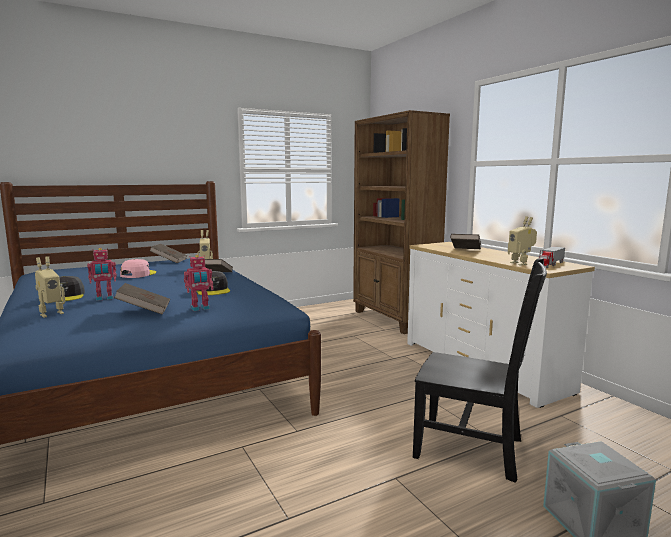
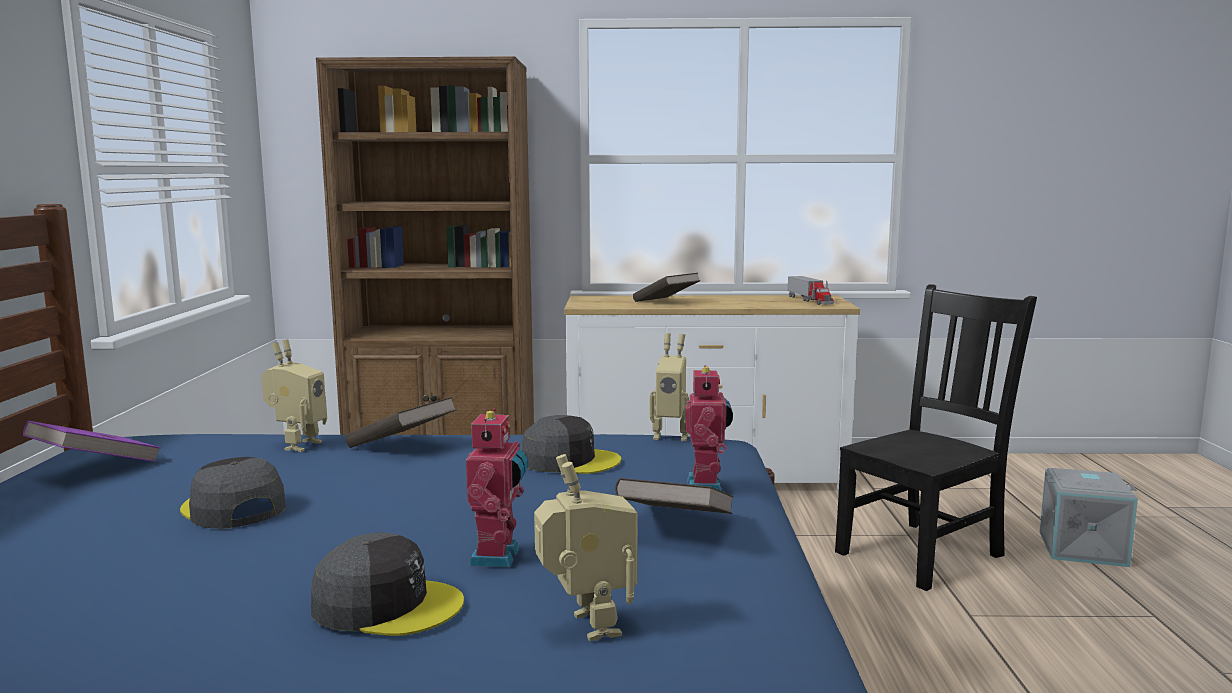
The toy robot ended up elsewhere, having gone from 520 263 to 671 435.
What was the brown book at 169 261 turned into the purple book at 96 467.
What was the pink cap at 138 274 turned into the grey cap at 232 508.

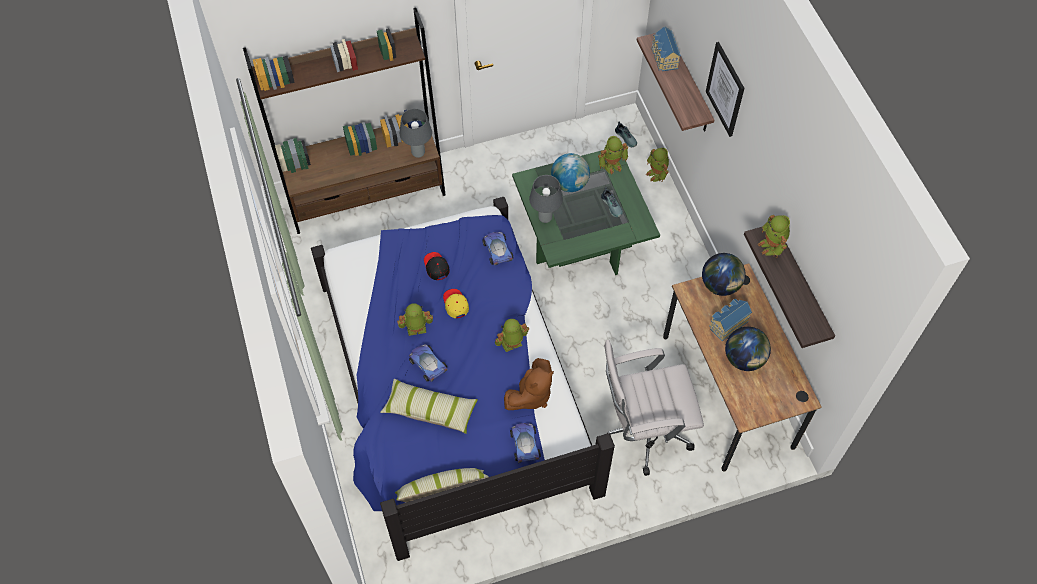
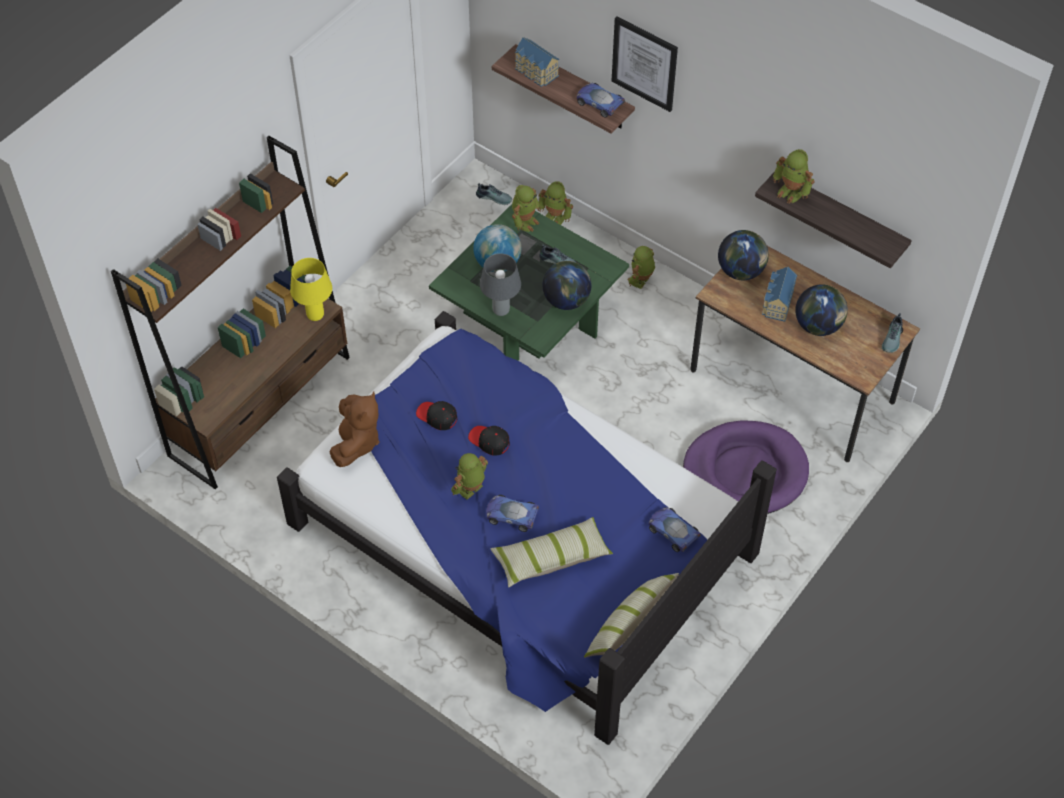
What was the grey table lamp at 418 153 turned into the yellow table lamp at 315 316.
The toy car ended up elsewhere, having gone from 497 250 to 599 102.
What was the yellow cap at 455 304 turned into the black cap at 489 441.
The toy robot ended up elsewhere, having gone from 512 345 to 641 281.
Where the white office chair stood at 642 432, the purple dog bed came to stand at 745 472.
The brown plush toy ended up elsewhere, having gone from 531 395 to 356 443.
The second view gained the globe at 566 300.
The second view gained the shoe at 893 338.

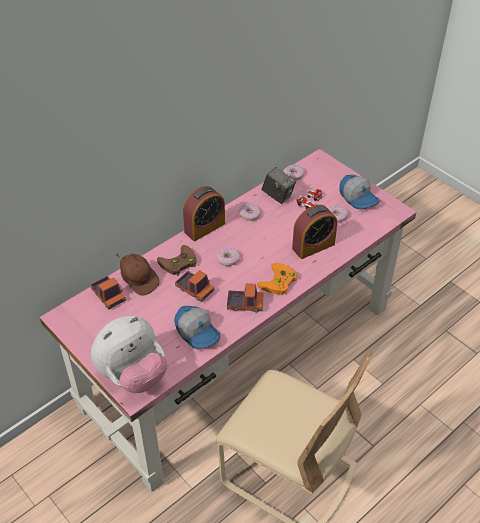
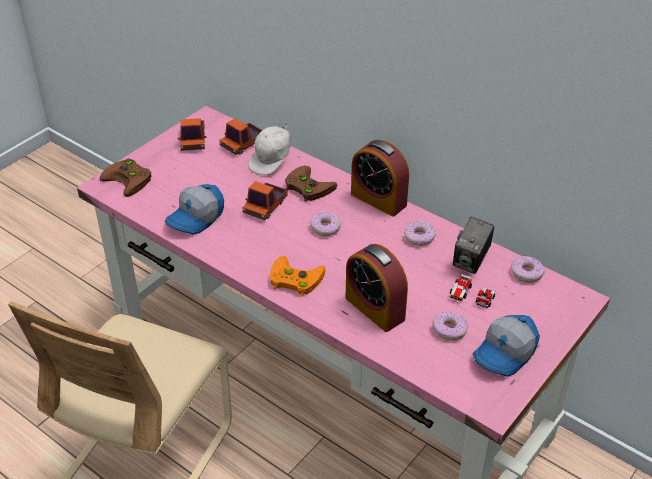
What was the brown cap at 139 280 turned into the white cap at 272 161.
The toy truck ended up elsewhere, having gone from 245 304 to 193 140.
Where the plush toy stood at 133 375, the brown game controller came to stand at 130 180.

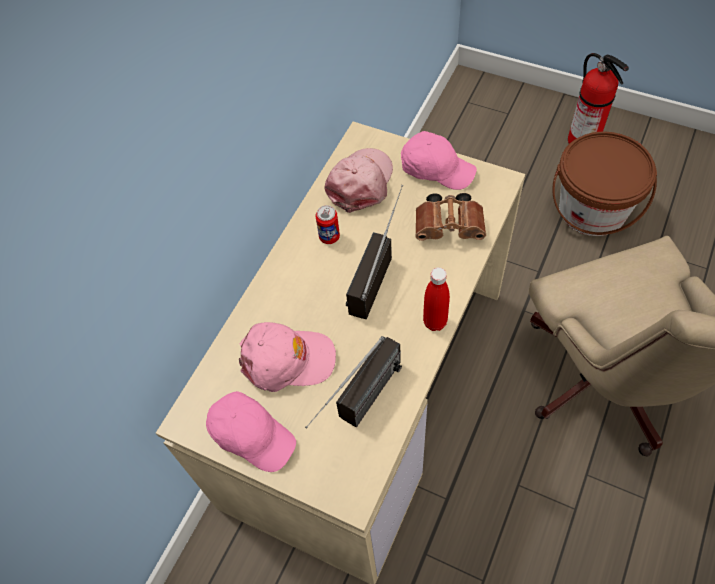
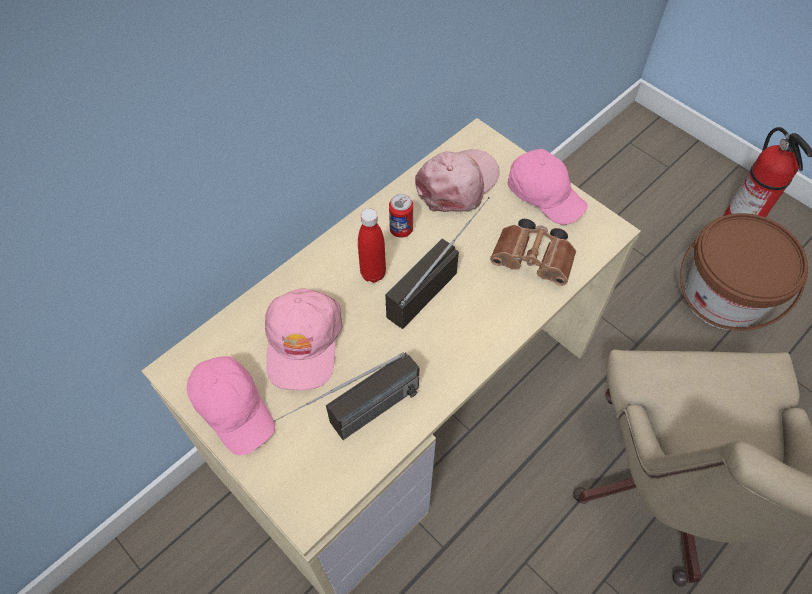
The red bottle ended up elsewhere, having gone from 435 322 to 373 273.
The pink cap at 287 359 ended up facing another way, 75 degrees clockwise from before.

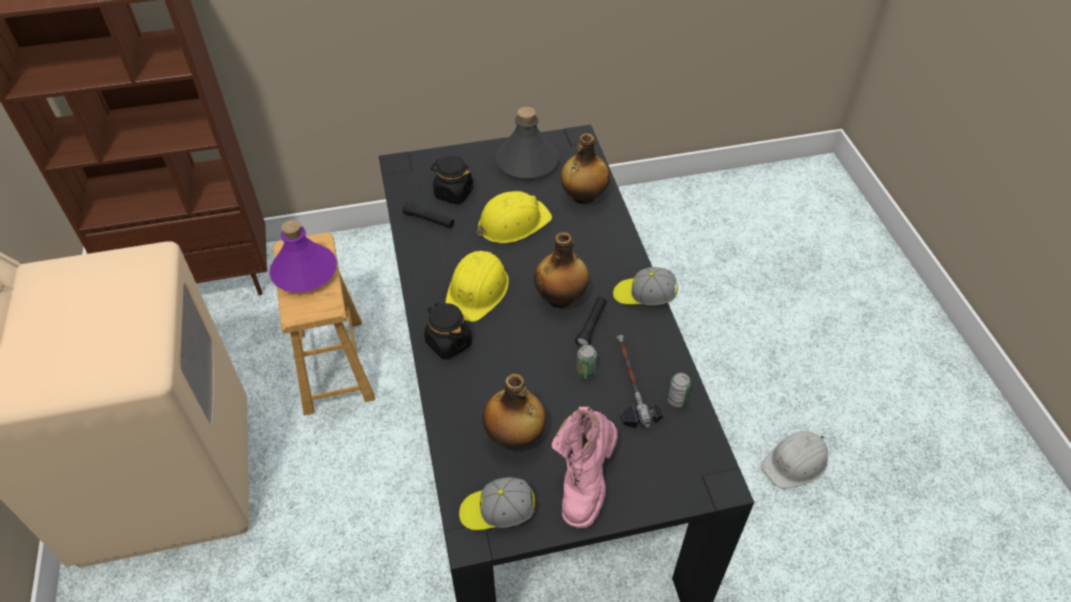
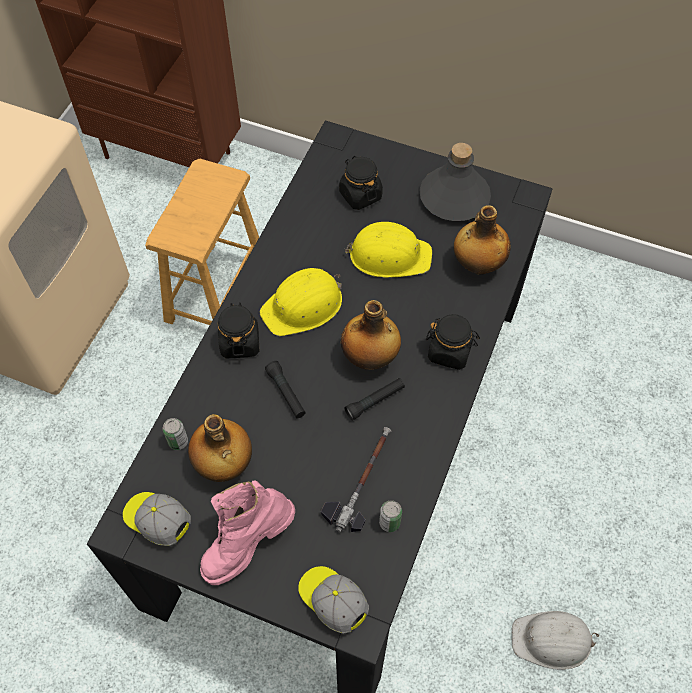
The black flashlight ended up elsewhere, having gone from 429 220 to 286 393.
The second view lost the purple bottle at 304 272.
The cap ended up elsewhere, having gone from 644 296 to 332 600.
The can ended up elsewhere, having gone from 585 372 to 178 441.
The second view gained the black jar at 450 351.

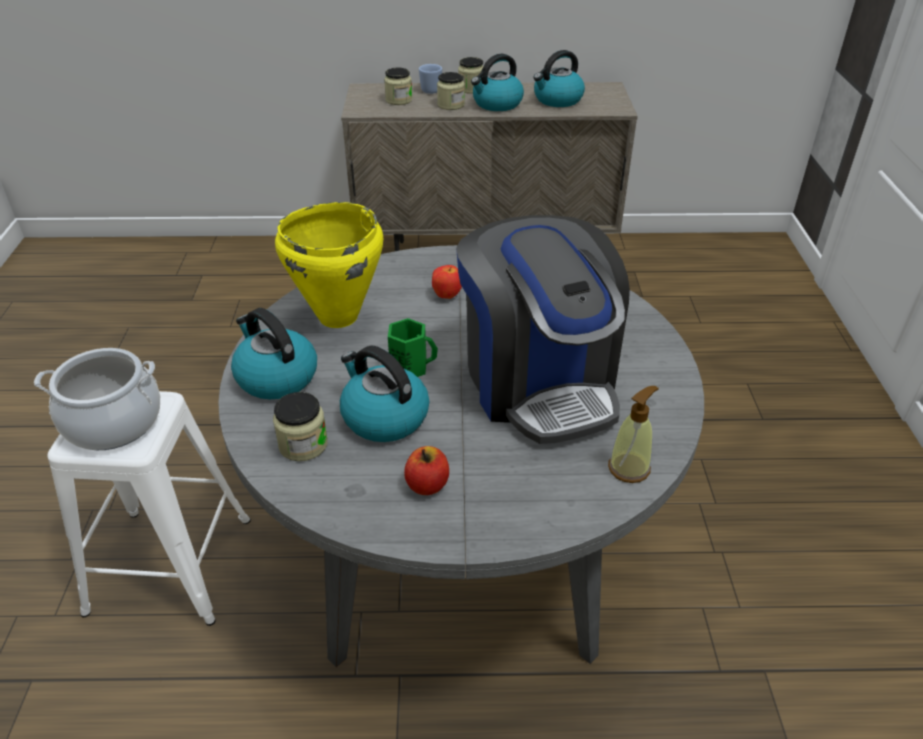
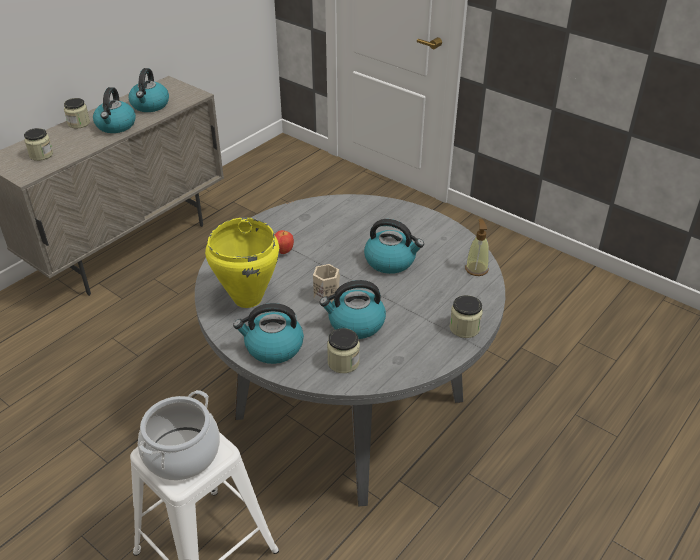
The second view lost the blue mug at 429 89.
The jar ended up elsewhere, having gone from 451 105 to 464 328.
Where the coffee machine stood at 539 382, the kettle came to stand at 391 261.
What was the green mug at 410 366 turned into the beige mug at 326 295.
The second view lost the apple at 427 485.

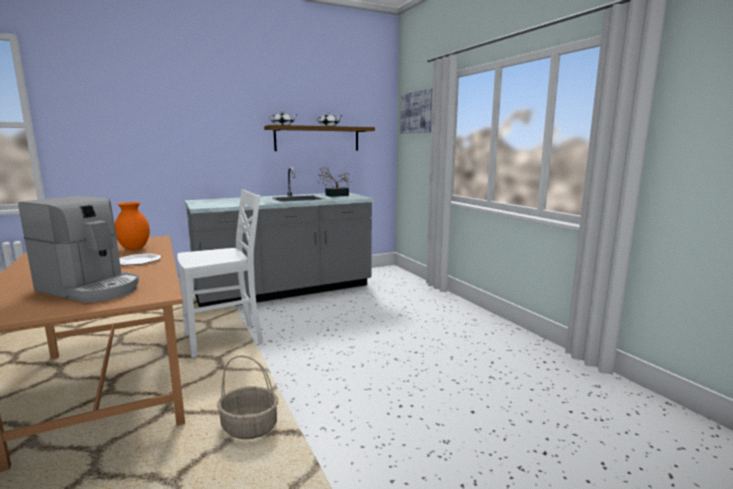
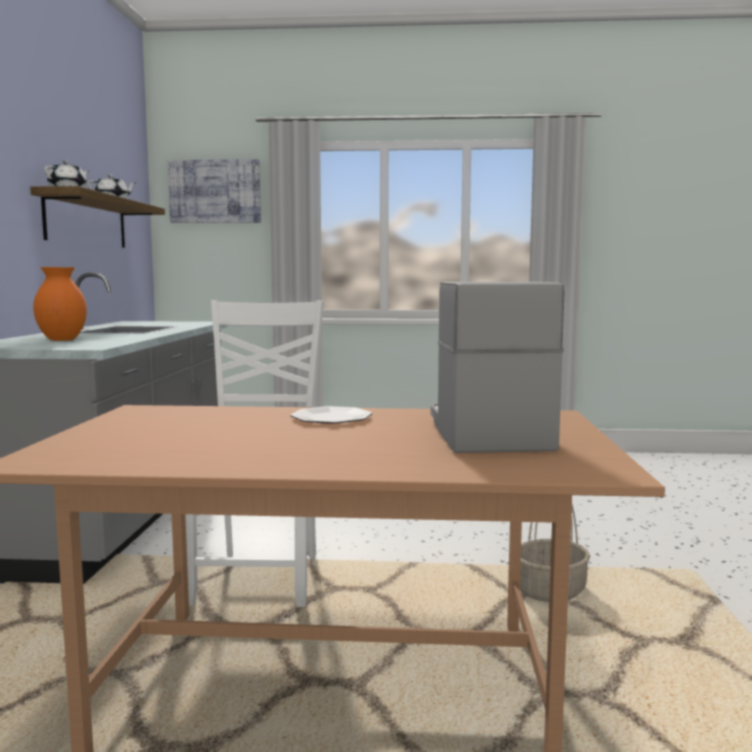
The second view lost the potted plant at 334 195.
The coffee machine at 91 288 ended up facing another way, 60 degrees counterclockwise from before.
The orange vase ended up elsewhere, having gone from 134 248 to 61 340.

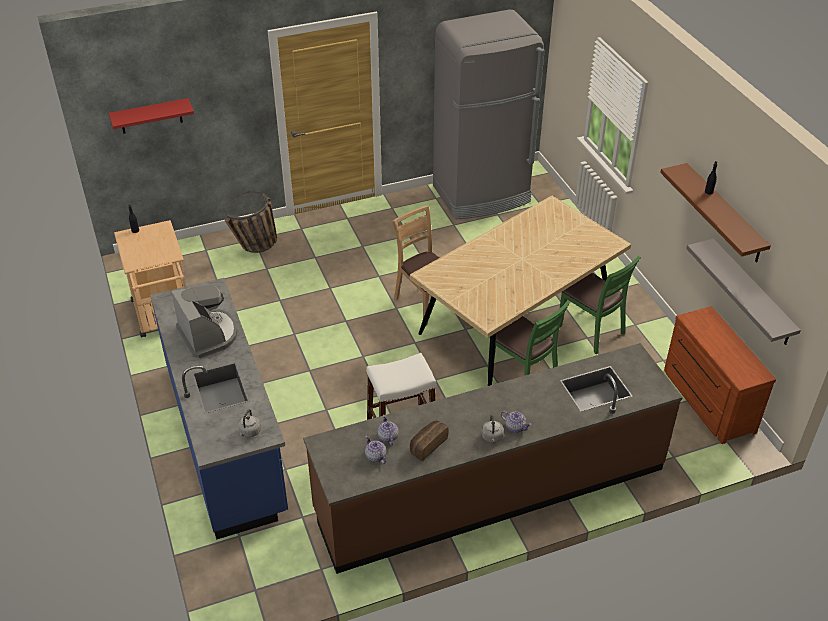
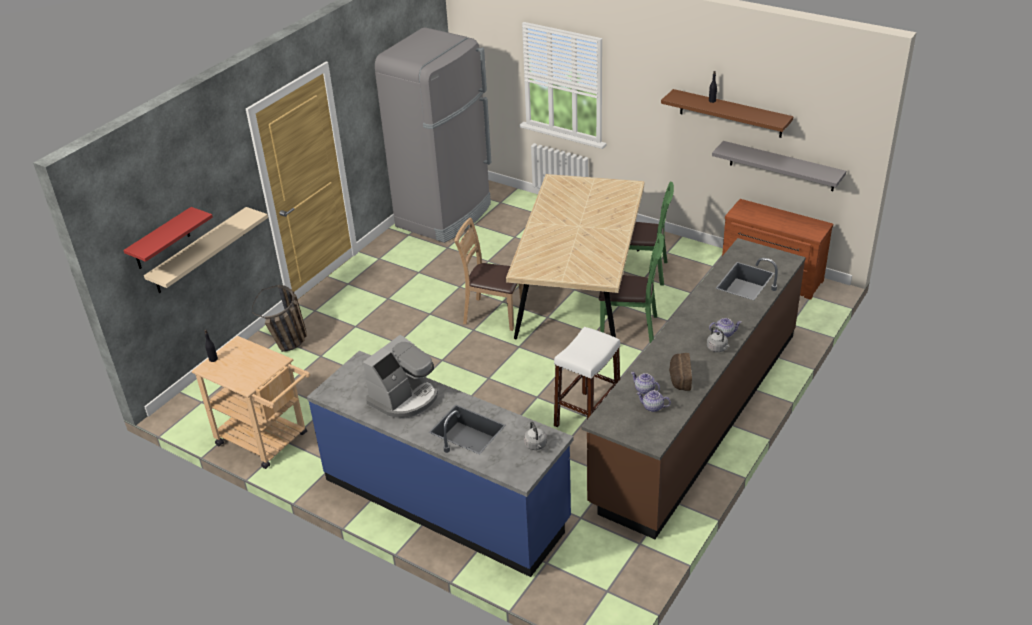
The coffee machine at 208 335 ended up facing another way, 105 degrees clockwise from before.
The second view gained the beige shelf at 200 251.

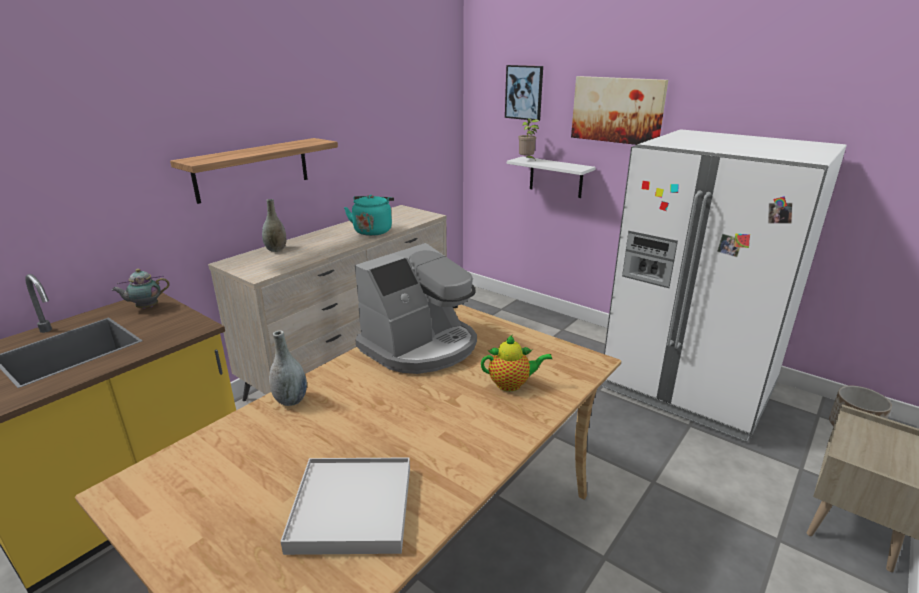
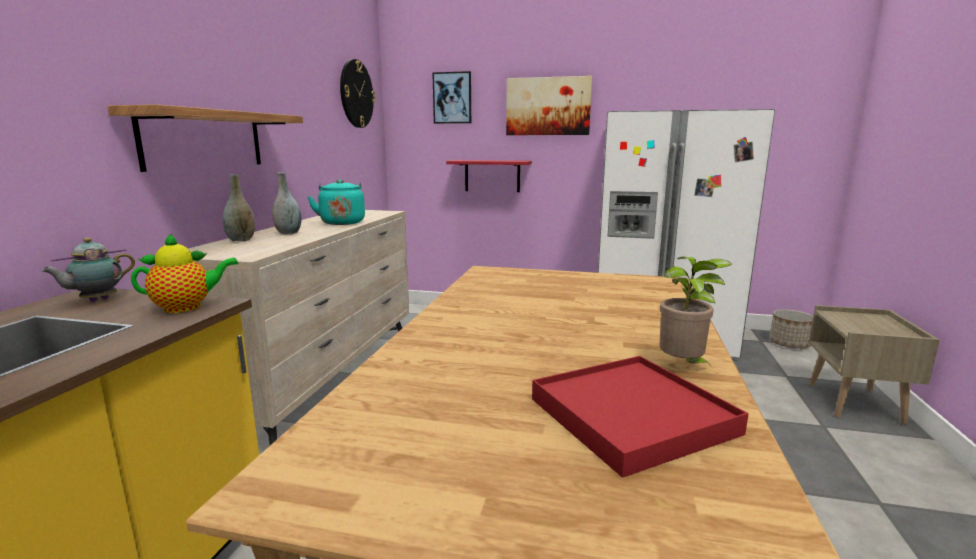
The potted plant ended up elsewhere, having gone from 527 160 to 683 367.
What was the white shelf at 556 177 turned into the red shelf at 492 176.
The second view lost the coffee machine at 420 346.
The grey vase ended up elsewhere, having gone from 291 400 to 288 233.
The teapot ended up elsewhere, having gone from 512 384 to 187 307.
What was the white tray at 351 508 turned into the red tray at 631 416.
The second view gained the wall clock at 356 94.

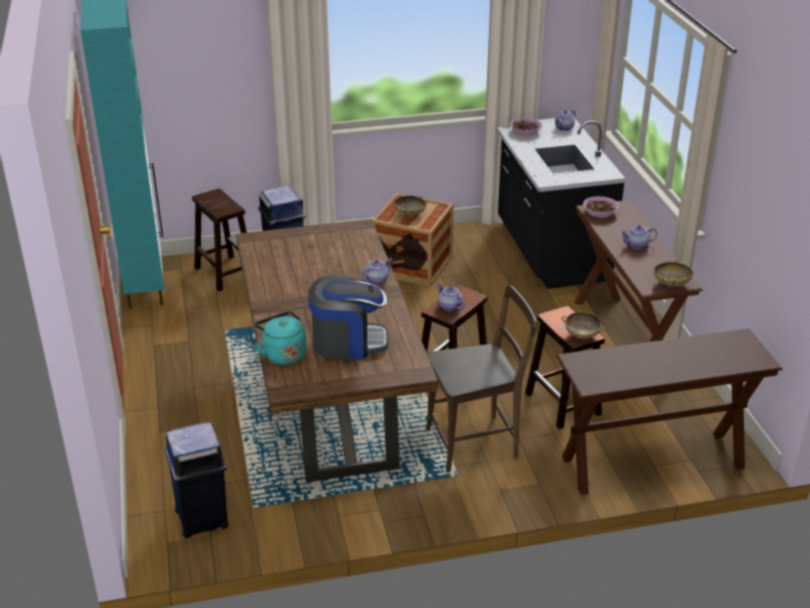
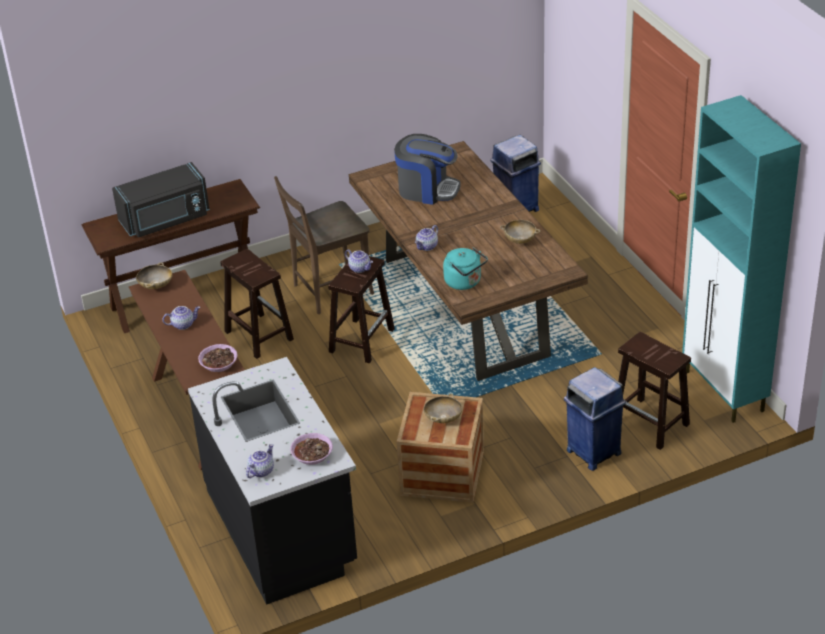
The coffee machine at 348 342 ended up facing another way, 150 degrees counterclockwise from before.
The turquoise kettle ended up elsewhere, having gone from 282 354 to 465 282.
The beige bowl ended up elsewhere, having gone from 582 335 to 520 240.
The second view gained the black microwave at 166 220.

